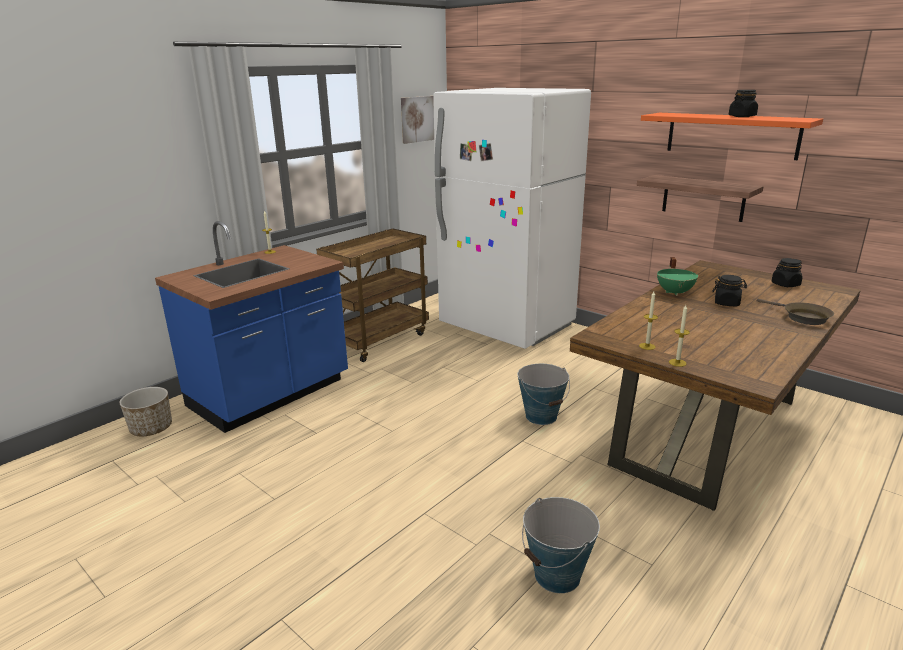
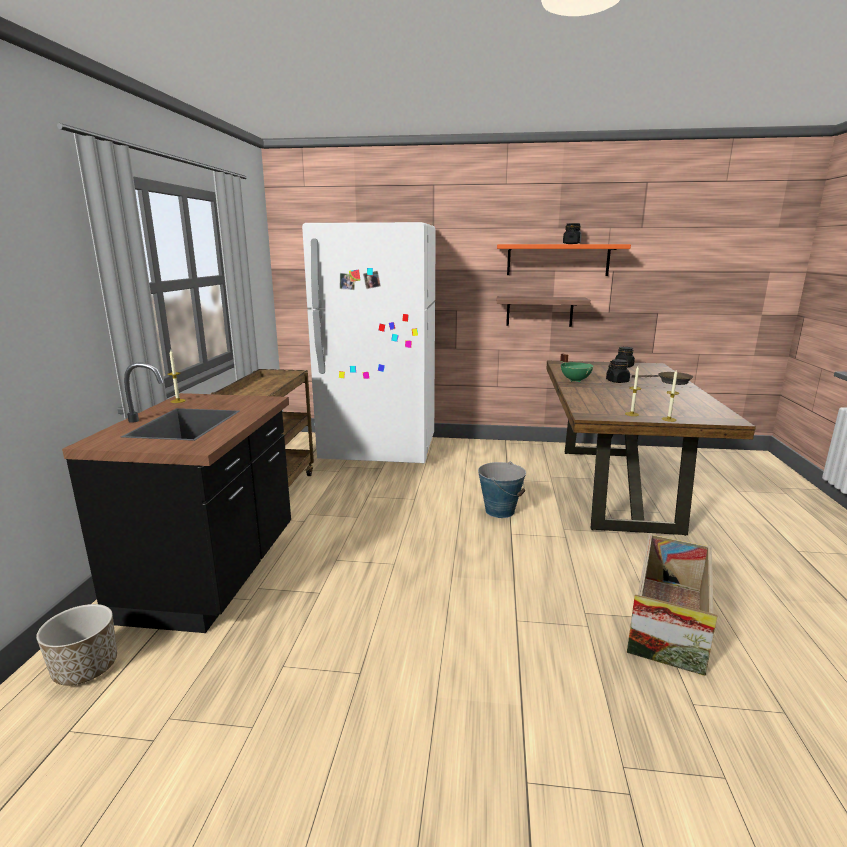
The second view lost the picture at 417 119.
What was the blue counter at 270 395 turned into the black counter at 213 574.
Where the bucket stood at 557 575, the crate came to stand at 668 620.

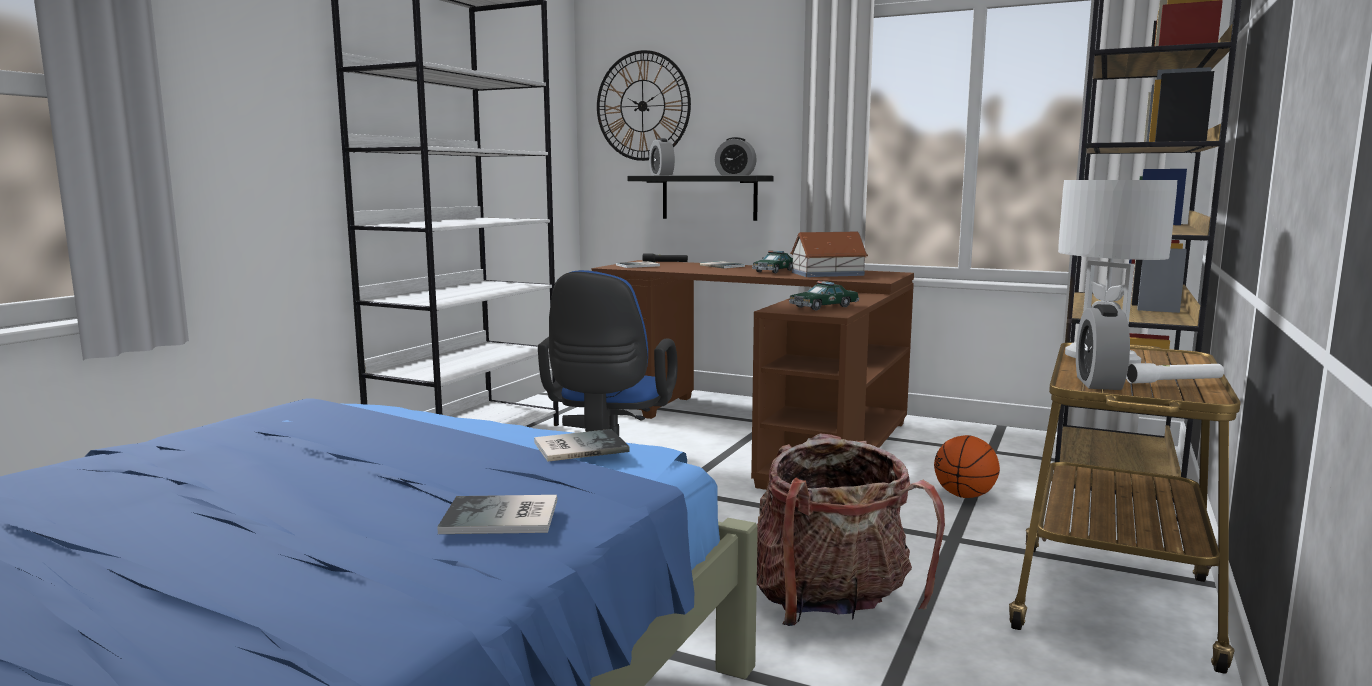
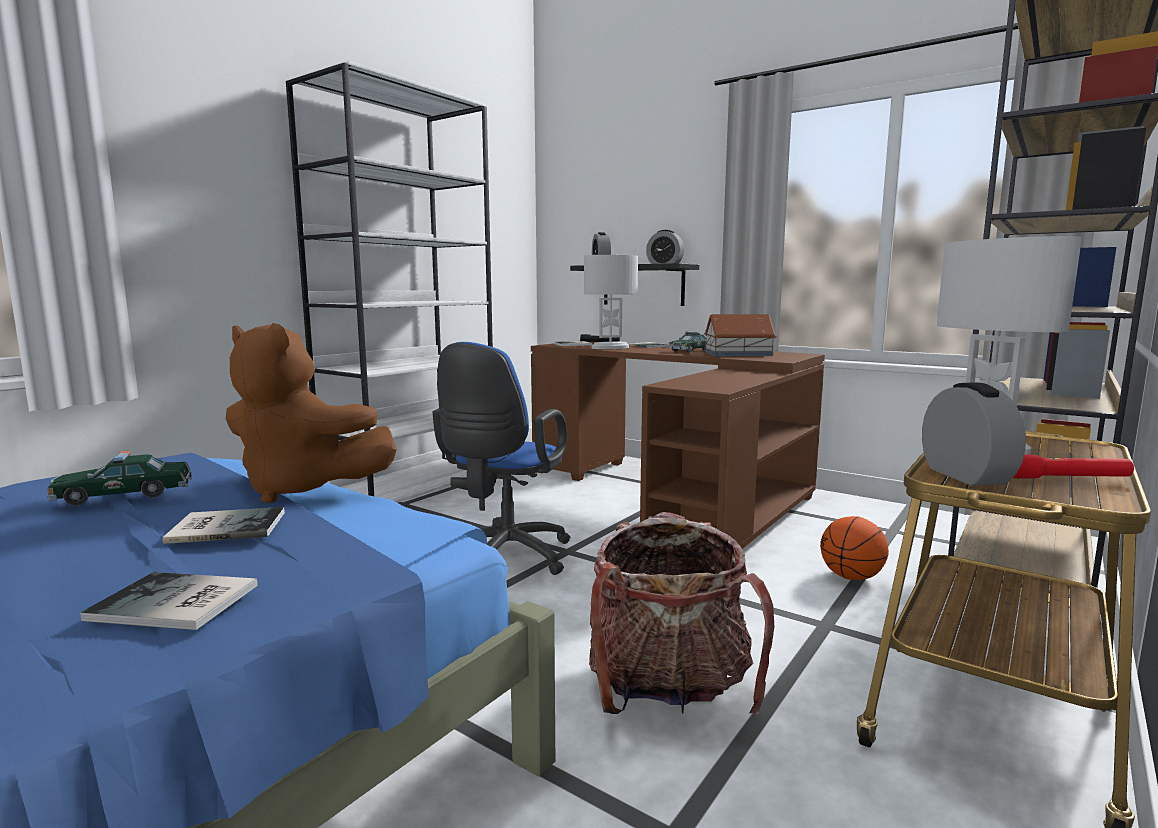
The second view lost the wall clock at 642 106.
The toy car ended up elsewhere, having gone from 824 307 to 124 494.
The alarm clock at 1098 383 ended up facing another way, 150 degrees clockwise from before.
What was the white flashlight at 1174 381 turned into the red flashlight at 1066 478.
The book ended up elsewhere, having gone from 577 447 to 225 526.
The second view gained the white table lamp at 610 348.
The second view gained the brown plush toy at 303 490.

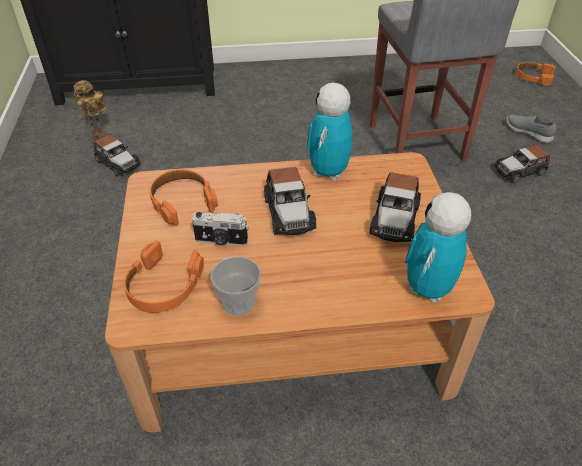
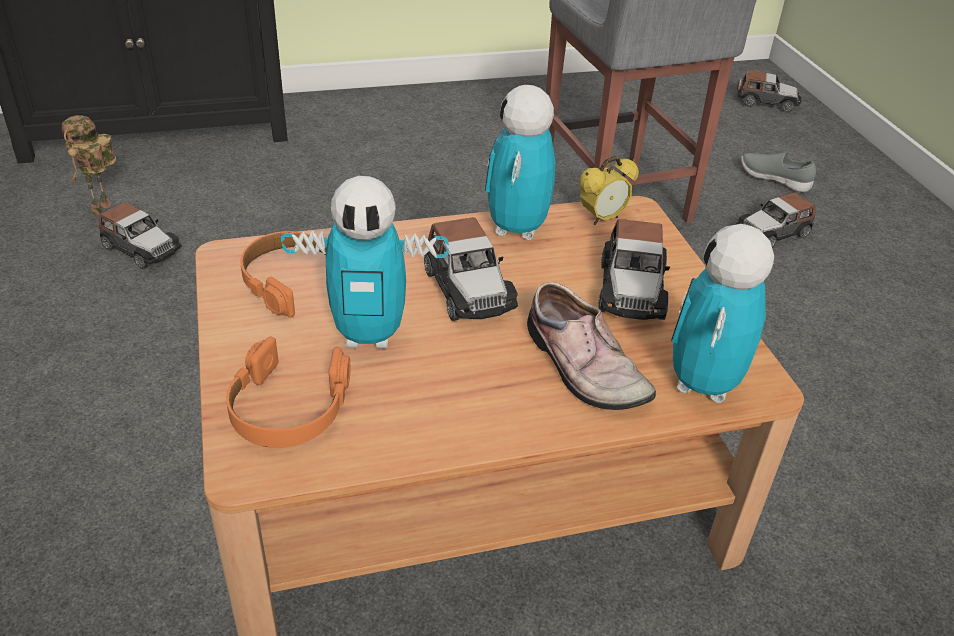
Where the orange headphones stood at 533 77, the toy car came to stand at 766 102.
Where the photo camera stood at 221 241, the toy robot came to stand at 369 336.
The second view lost the cup at 238 302.
The second view gained the alarm clock at 602 219.
The second view gained the shoe at 581 367.

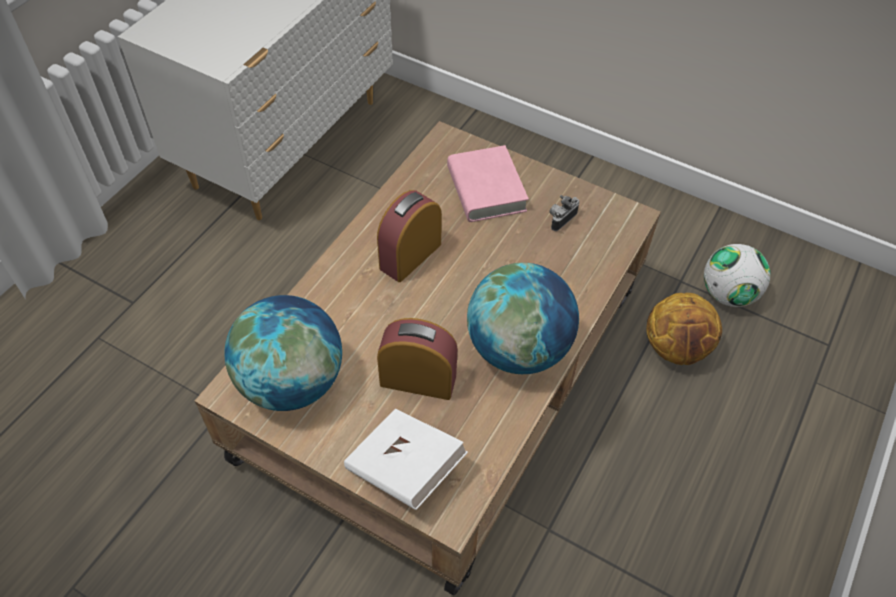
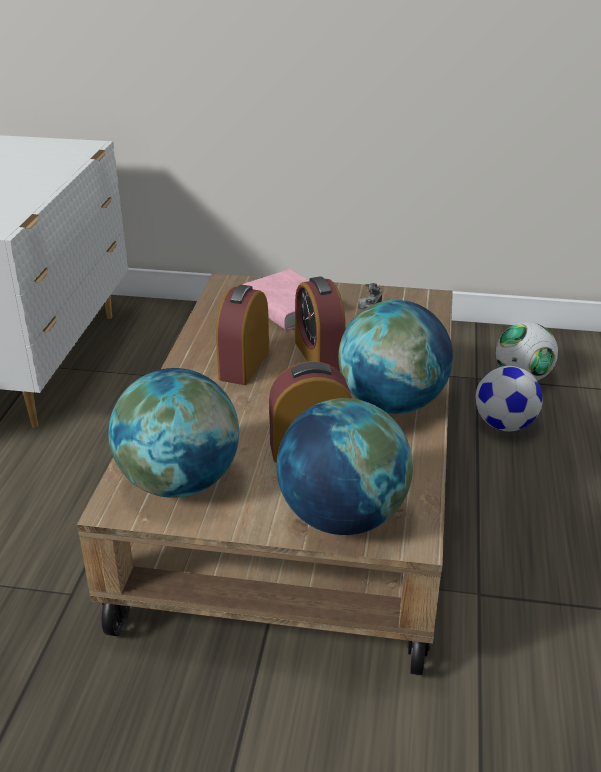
Where the basketball stood at 676 348, the football came to stand at 505 425.
Where the white book stood at 405 469, the globe came to stand at 342 517.
The second view gained the alarm clock at 319 355.

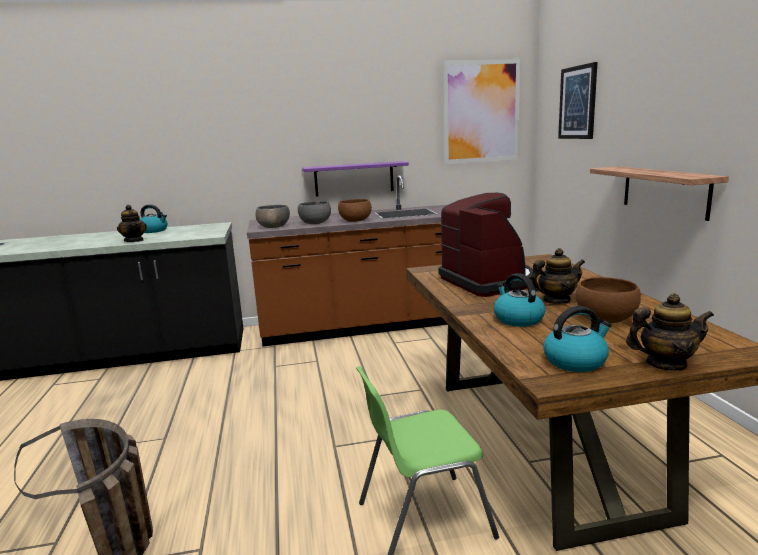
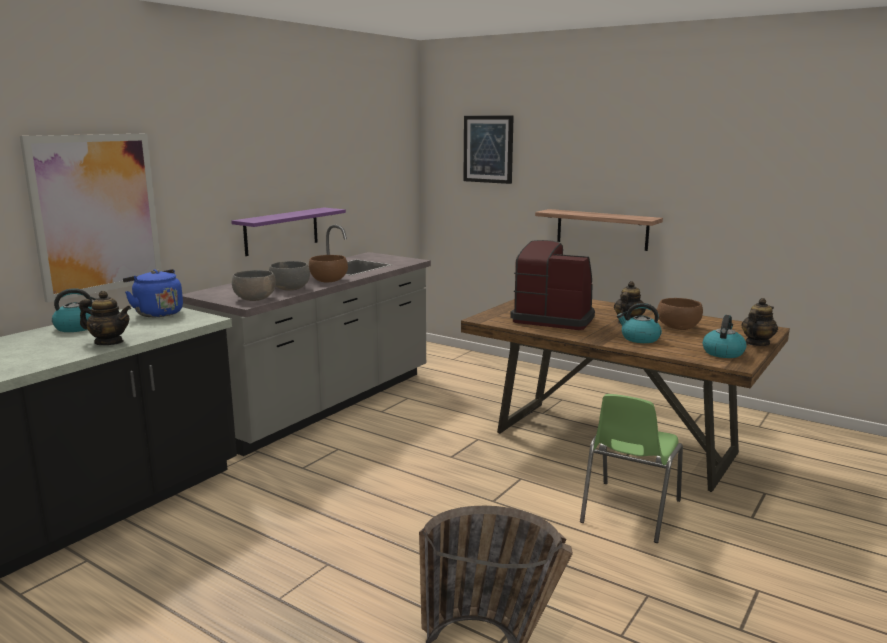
The picture ended up elsewhere, having gone from 481 112 to 96 214.
What was the brown counter at 367 326 turned into the grey counter at 324 404.
The second view gained the blue kettle at 157 313.

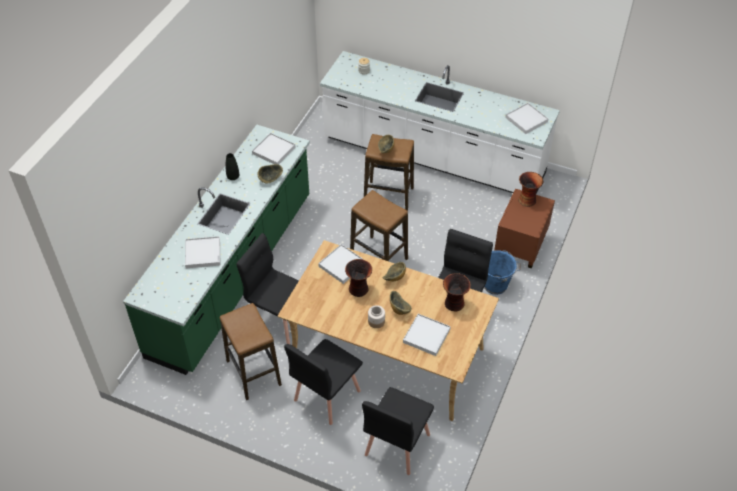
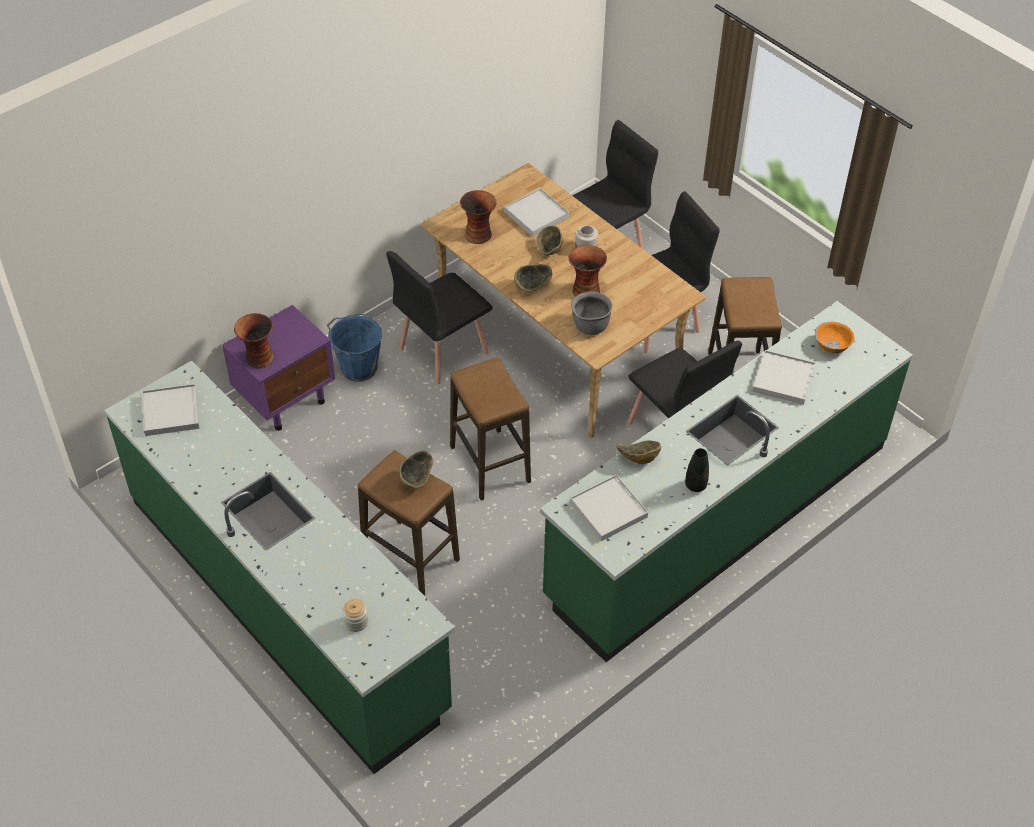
What was the white counter at 433 157 turned into the green counter at 287 602.
What was the brown nightstand at 519 250 turned into the purple nightstand at 286 400.
Where the white tray stood at 342 265, the grey cooking pot came to stand at 590 326.
The second view gained the orange bowl at 831 345.

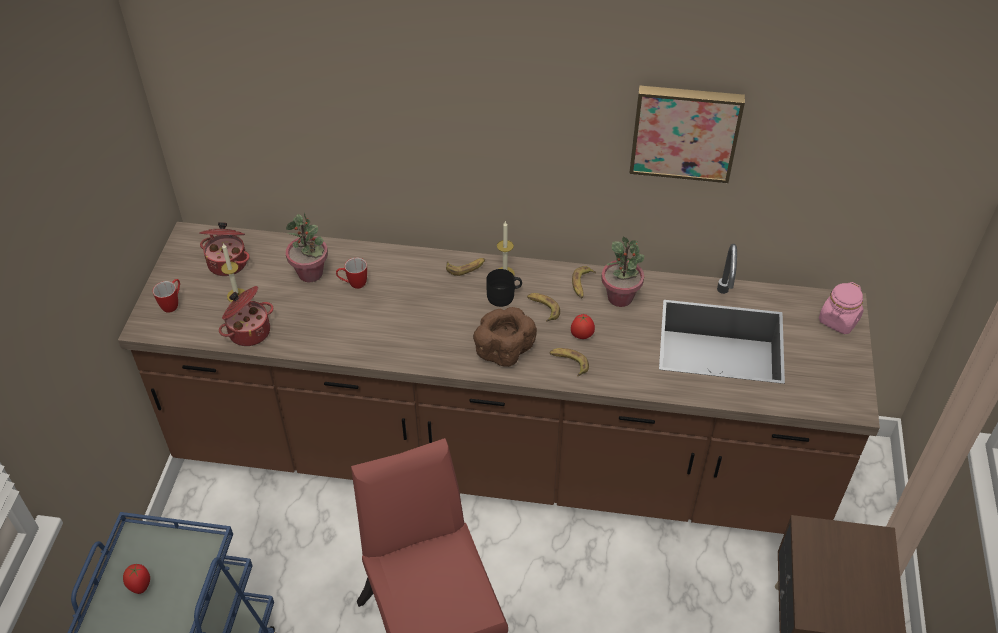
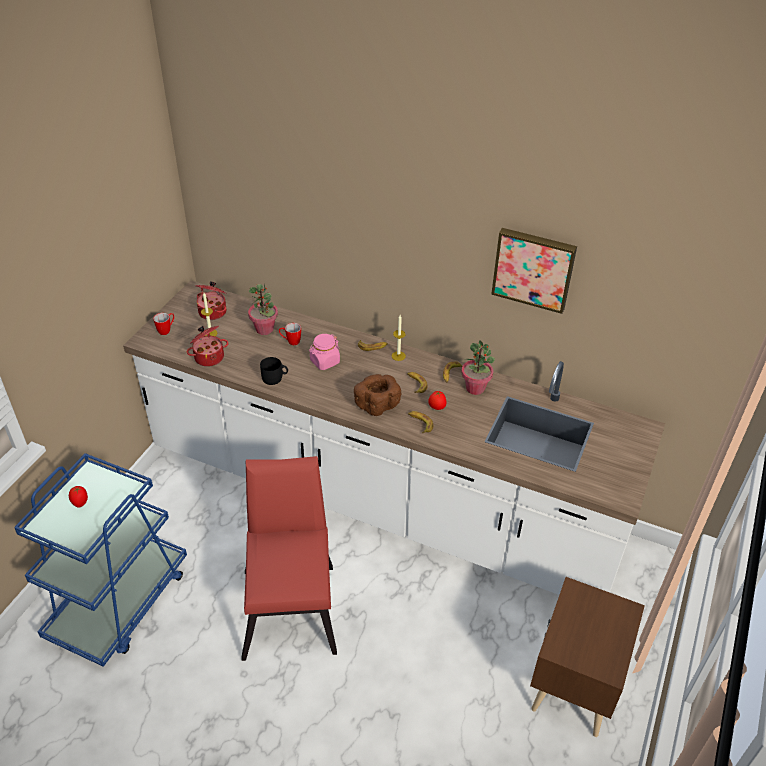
What was the brown counter at 499 457 turned into the white counter at 380 498.
The black mug ended up elsewhere, having gone from 504 296 to 275 378.
The pink jar ended up elsewhere, having gone from 838 320 to 324 362.

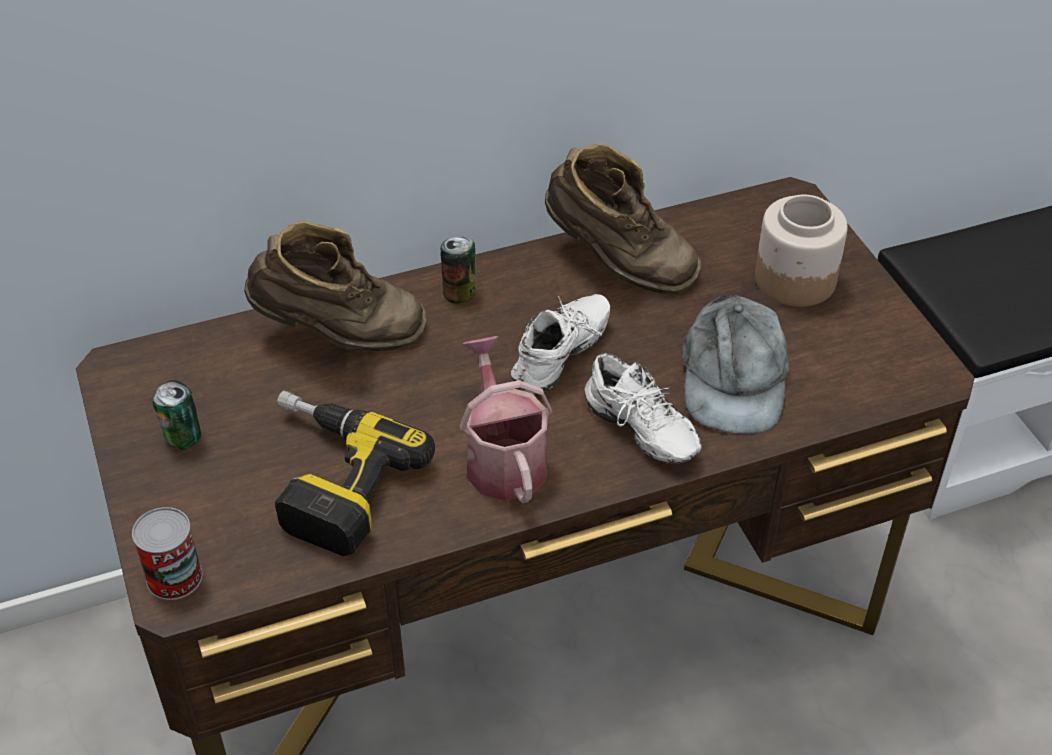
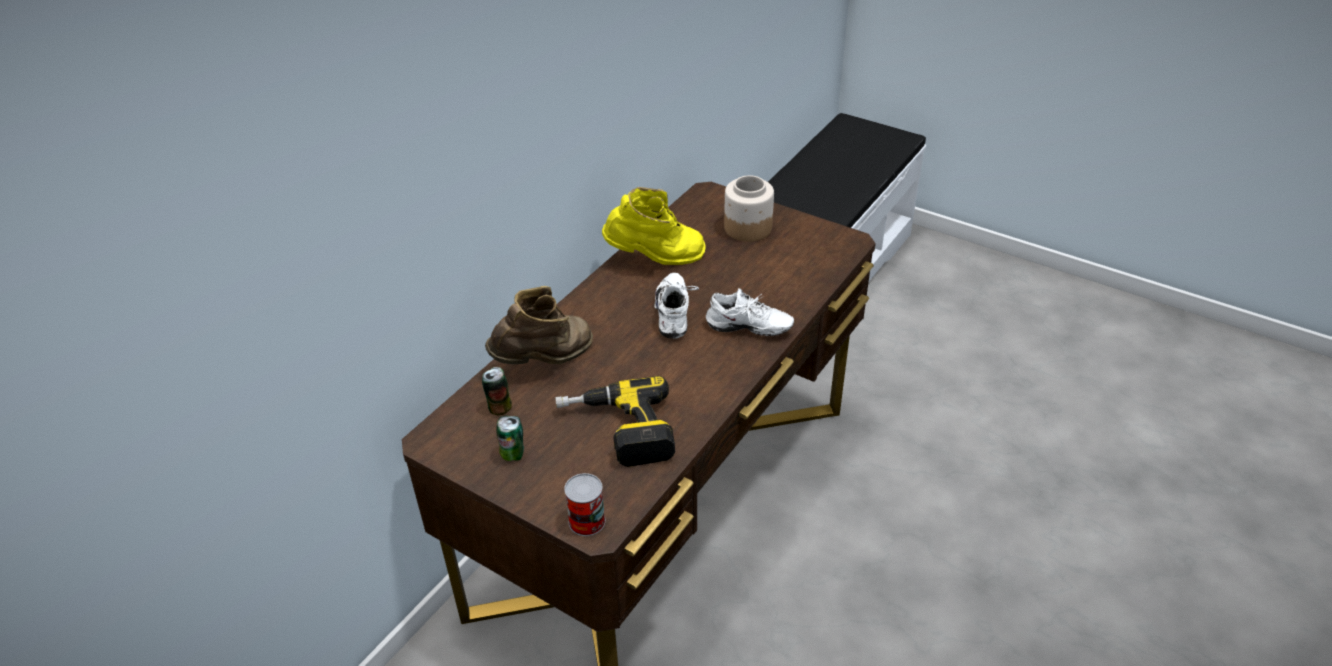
What was the brown boot at 617 265 turned into the yellow boot at 655 259.
The can ended up elsewhere, having gone from 460 293 to 499 407.
The second view lost the grey cap at 733 377.
The second view lost the watering can at 503 458.

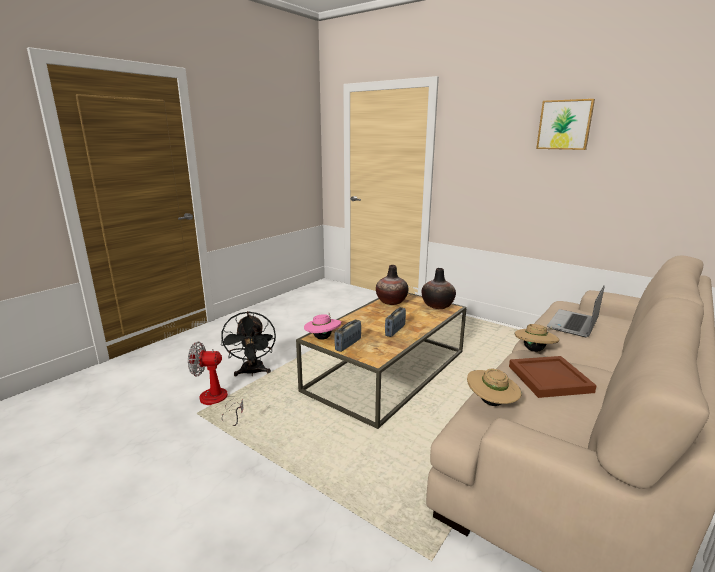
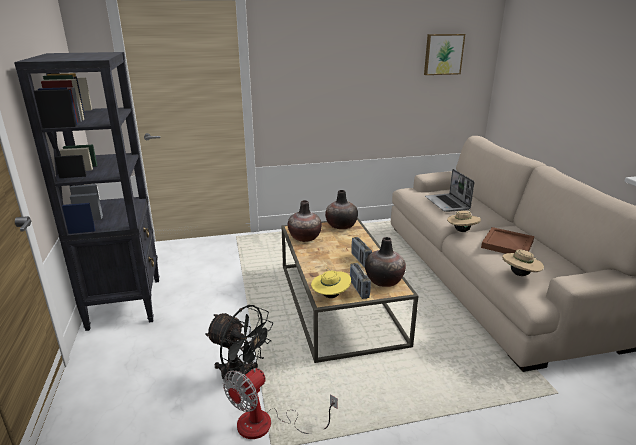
The picture ended up elsewhere, having gone from 565 125 to 443 54.
What was the pink hat at 322 338 turned into the yellow hat at 330 295.
The second view gained the black bookcase at 125 303.
The second view gained the vase at 384 281.

